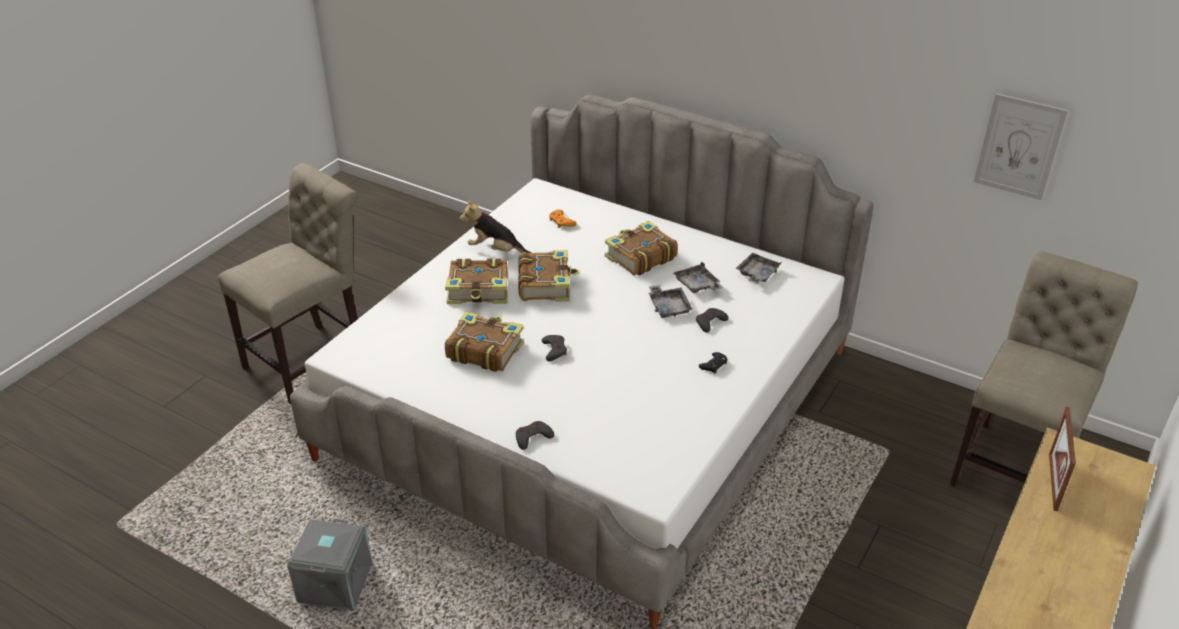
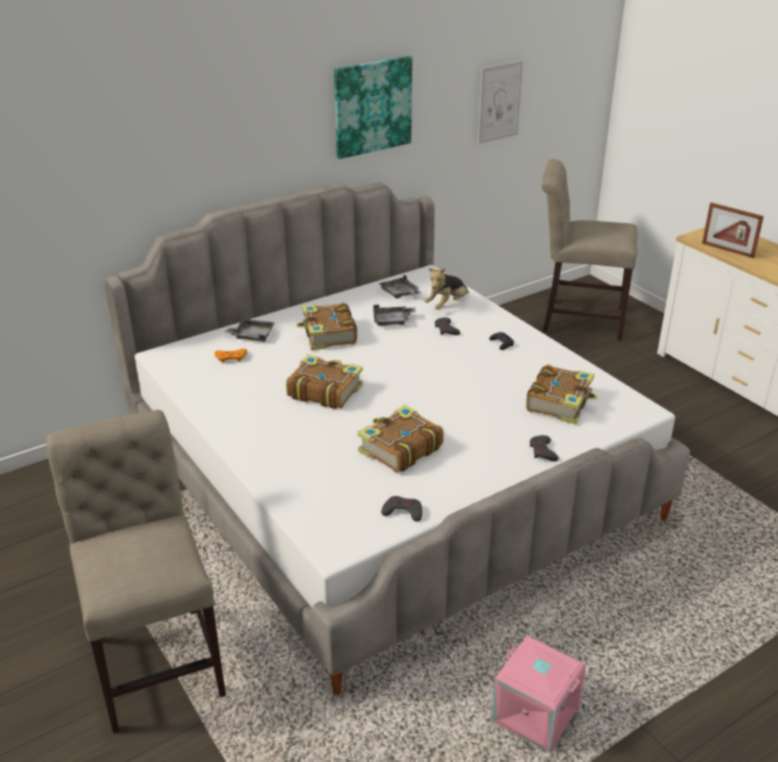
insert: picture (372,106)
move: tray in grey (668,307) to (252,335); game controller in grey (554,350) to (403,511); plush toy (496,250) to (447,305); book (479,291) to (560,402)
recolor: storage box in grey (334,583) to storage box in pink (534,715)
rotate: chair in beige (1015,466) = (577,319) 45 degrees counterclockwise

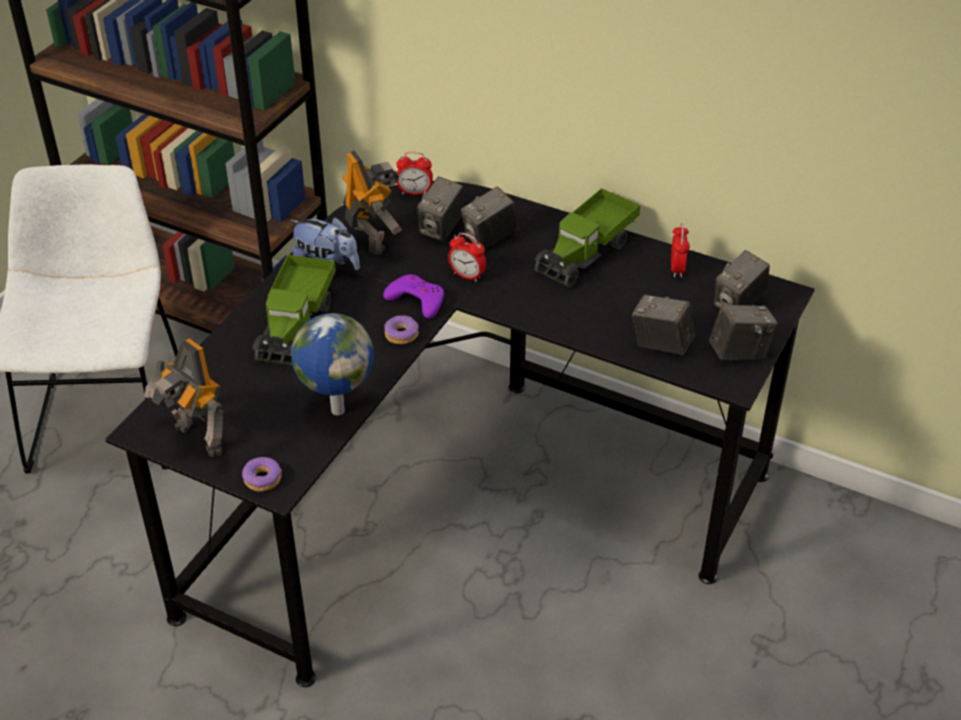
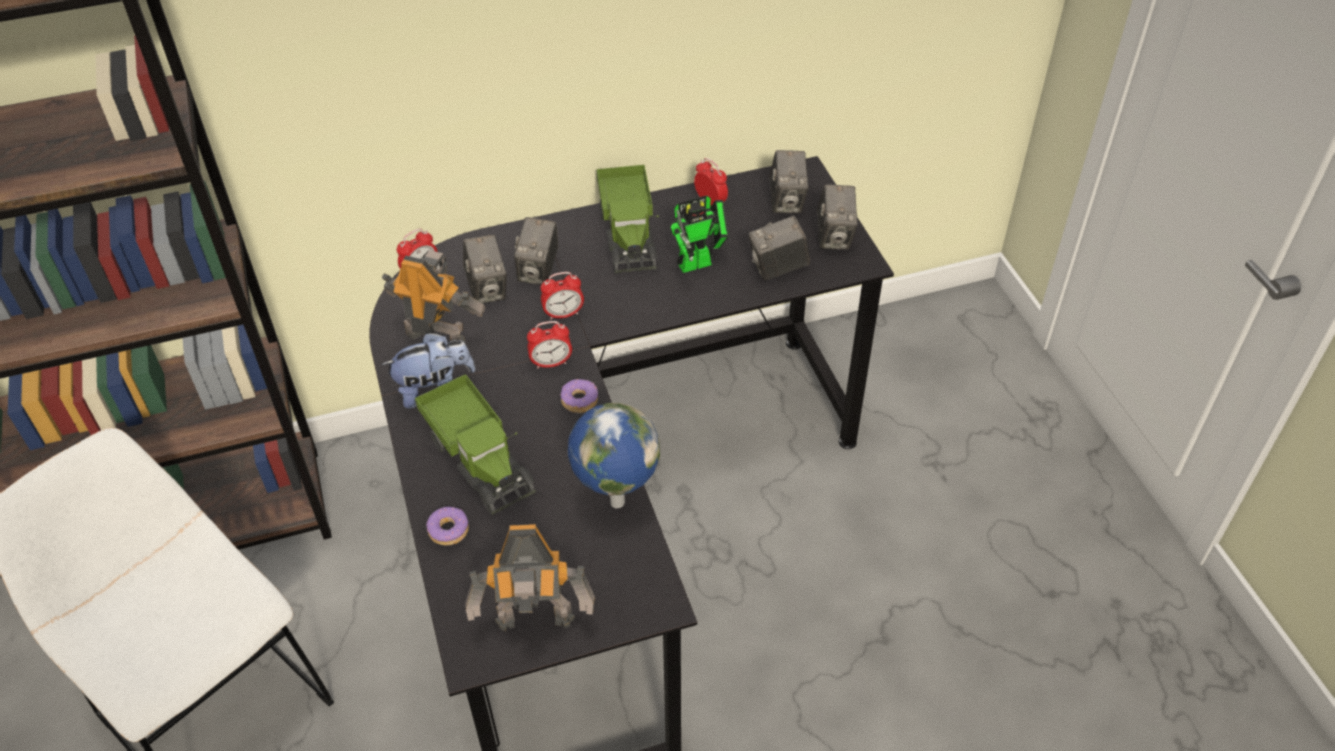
insert: toy robot (699,262)
move: donut (263,479) to (449,530)
replace: game controller in purple (416,300) to alarm clock (551,363)
rotate: photo camera (739,352) = (834,237) 150 degrees clockwise

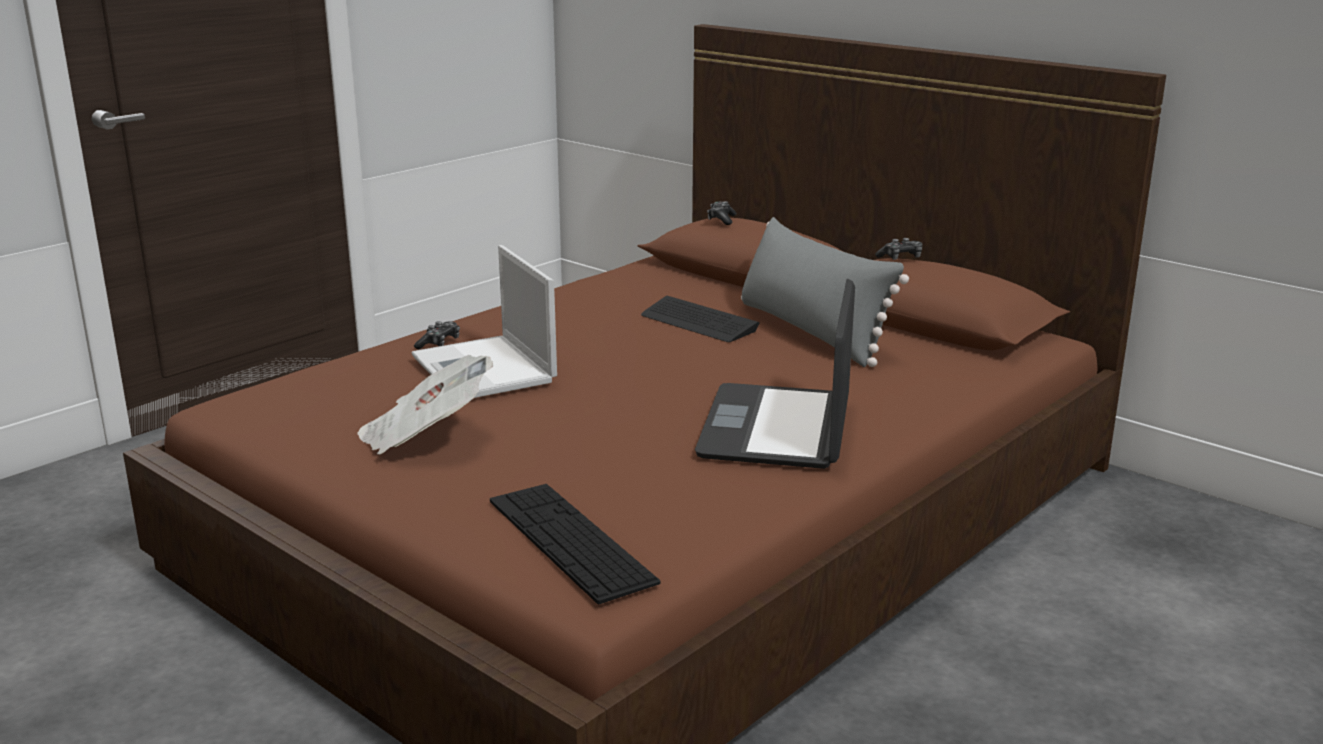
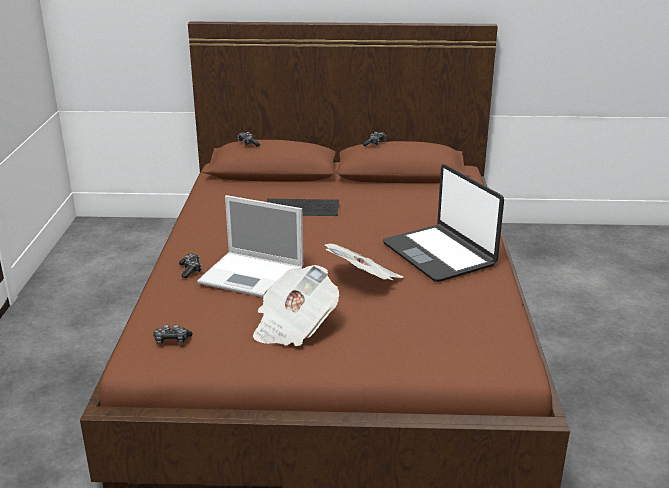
delete: keyboard (570,540); pillow in grey (811,332)
insert: game controller (172,340); newspaper (364,281)

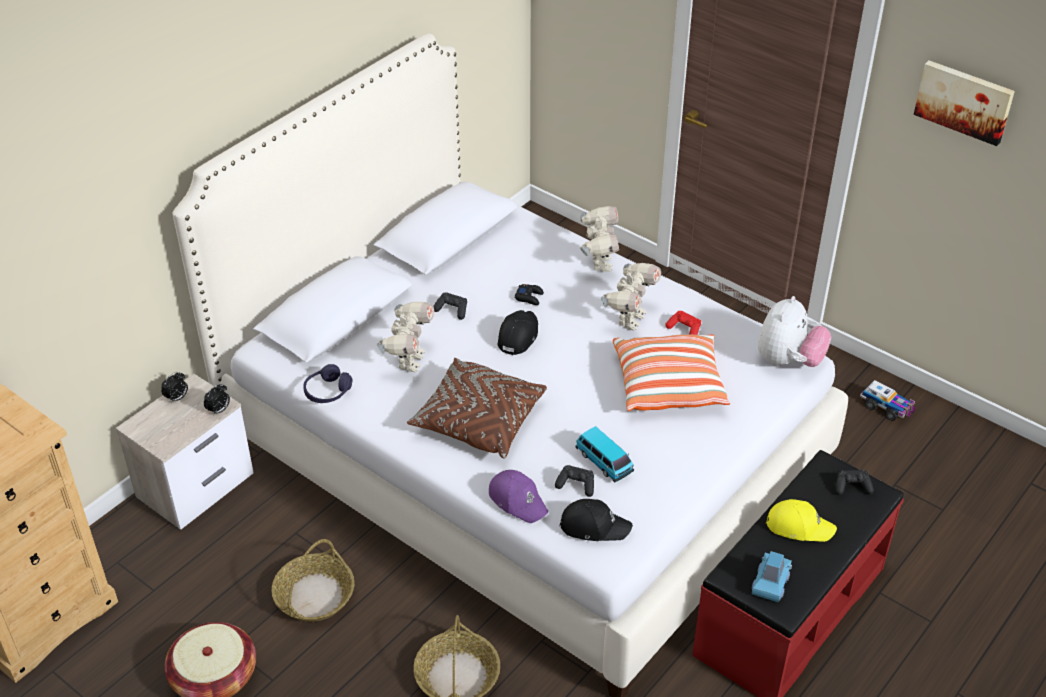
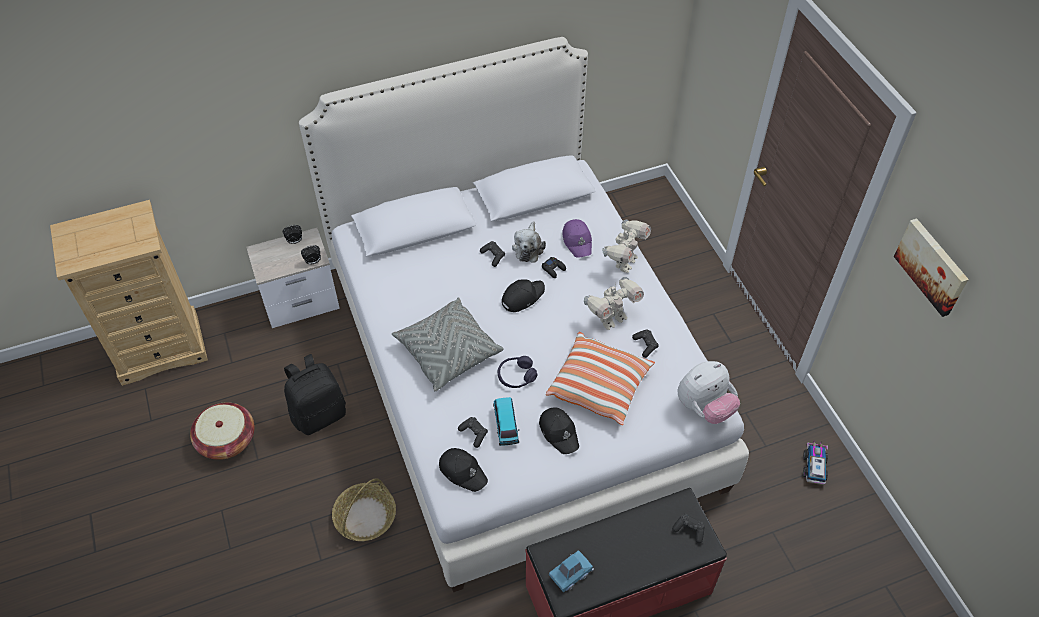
delete: toy robot (409,361); cap in yellow (799,526)
insert: plush toy (528,247); cap in black (559,432)
move: headphones in purple (327,392) to (516,376); cap in purple (518,500) to (577,241)
replace: basket (314,595) to backpack in black (319,414)
recolor: pillow in brown (478,420) to pillow in grey (447,351); game controller in red (684,329) to game controller in black (645,345)
rotate: toy truck (886,408) = (814,466) 150 degrees counterclockwise

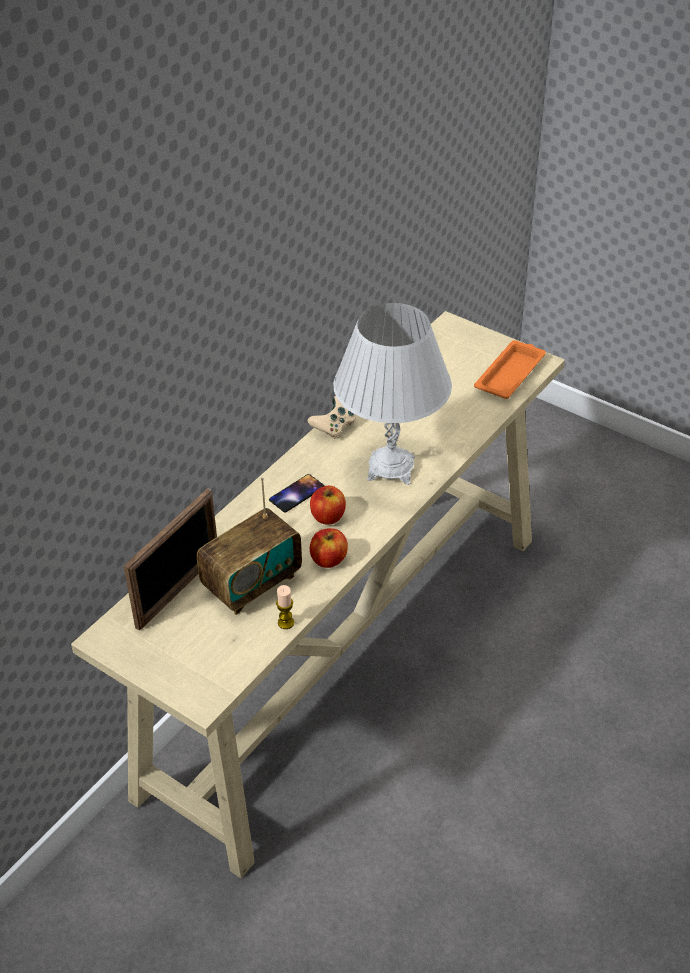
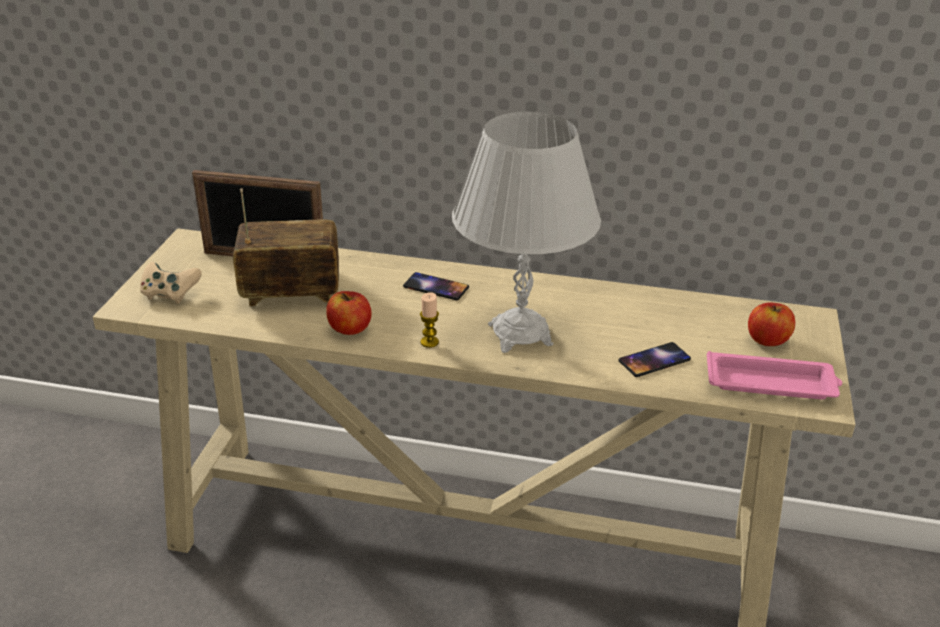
insert: phone (654,360)
move: game controller in beige (333,427) to (170,294); candle (286,623) to (429,342); apple (328,516) to (767,340)
recolor: tray in orange (510,374) to tray in pink (772,383)
rotate: radio (252,584) = (291,293) 150 degrees clockwise

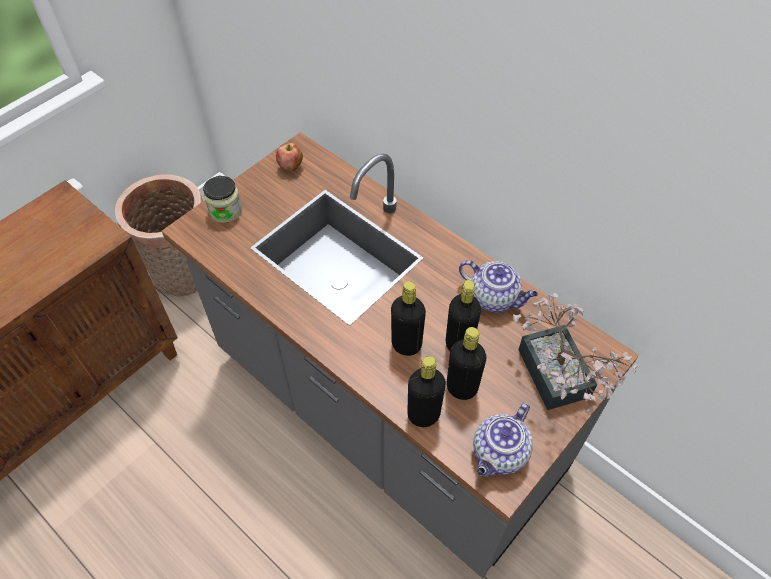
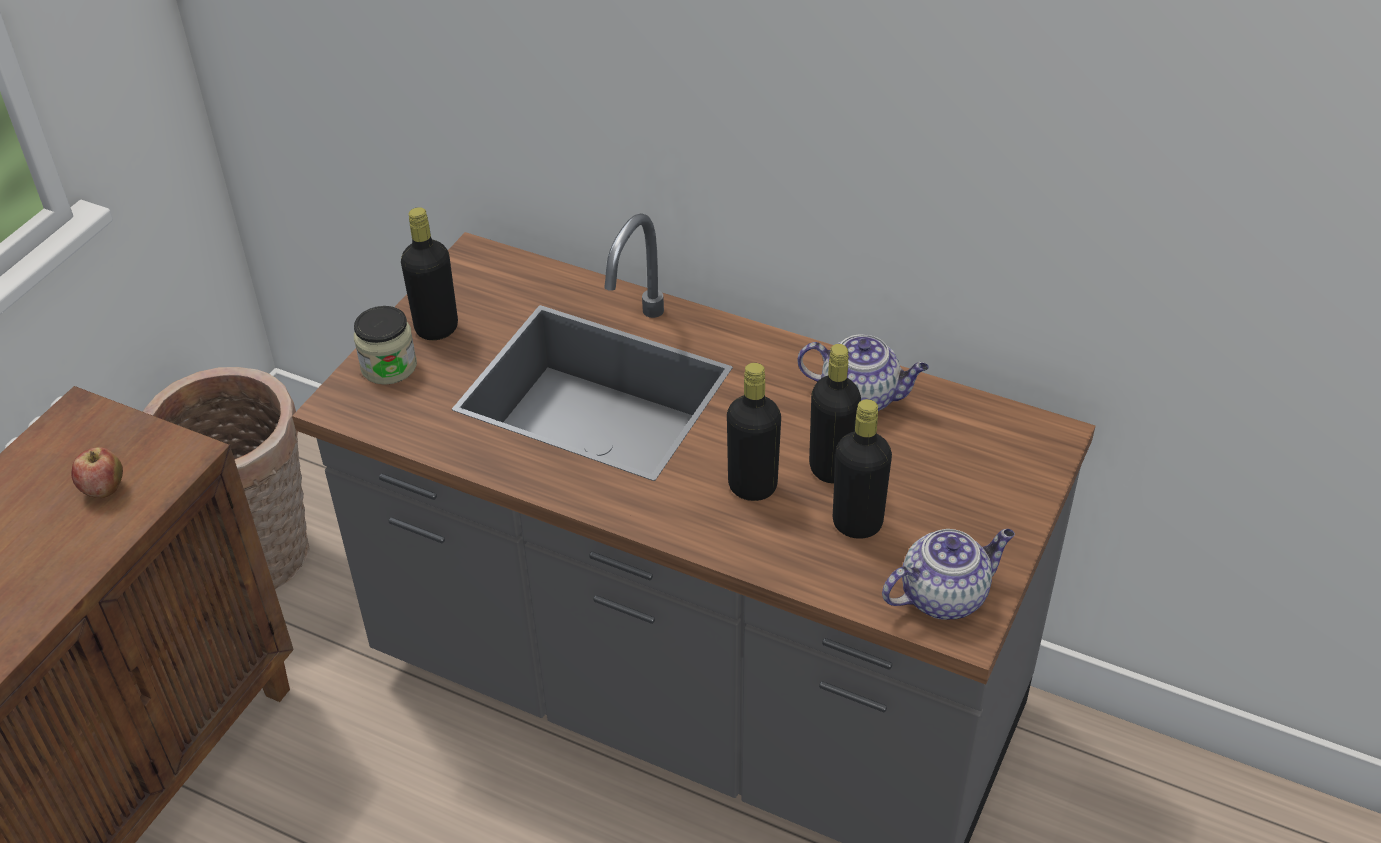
delete: potted plant (557,382)
move: apple (290,167) to (104,490); bottle in black (423,414) to (436,328)
rotate: teapot (499,454) = (944,595) 135 degrees counterclockwise

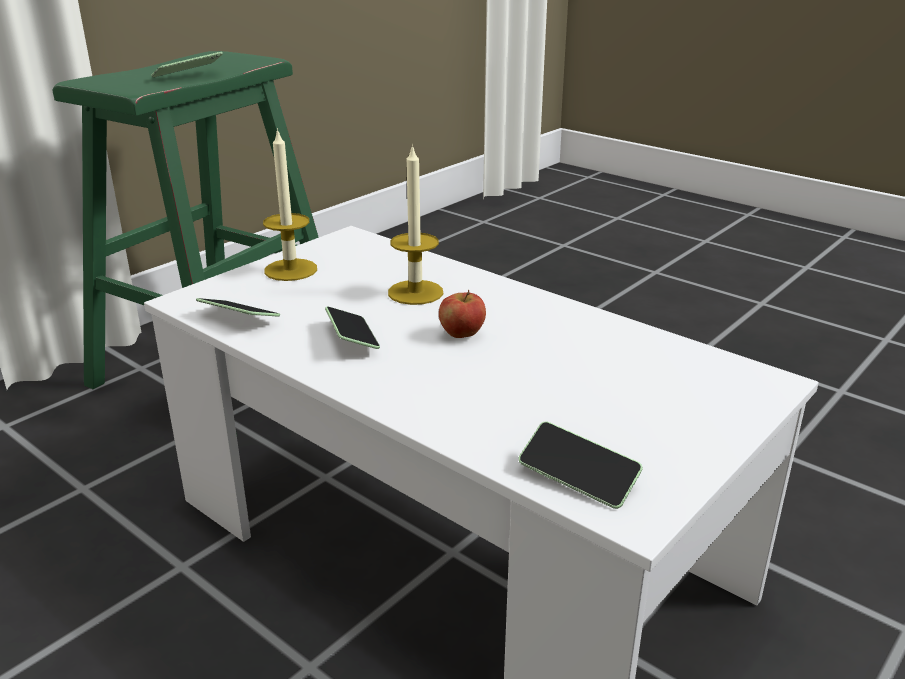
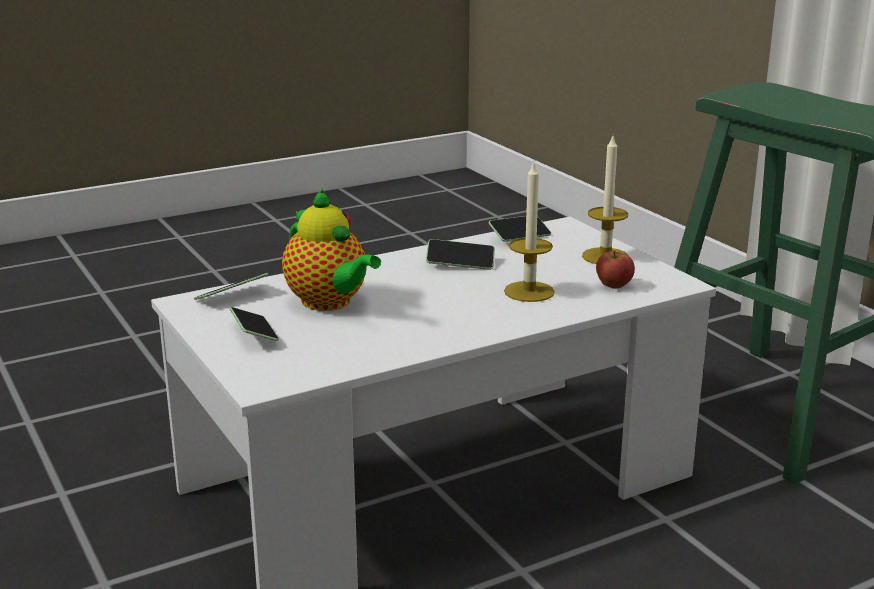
insert: teapot (329,303)
move: phone (188,75) to (254,334); apple (462,334) to (614,285)

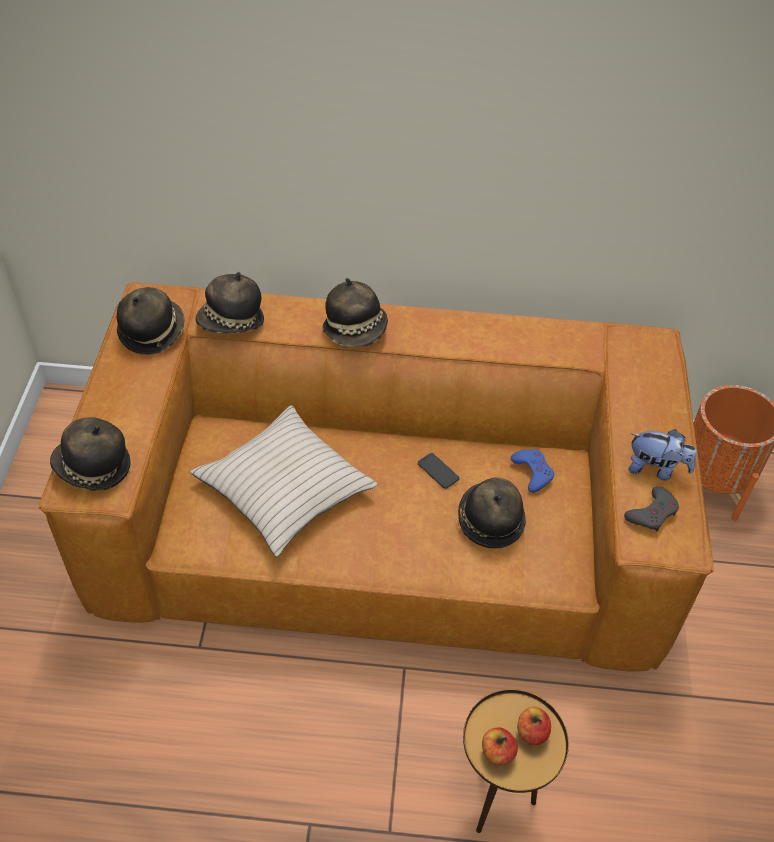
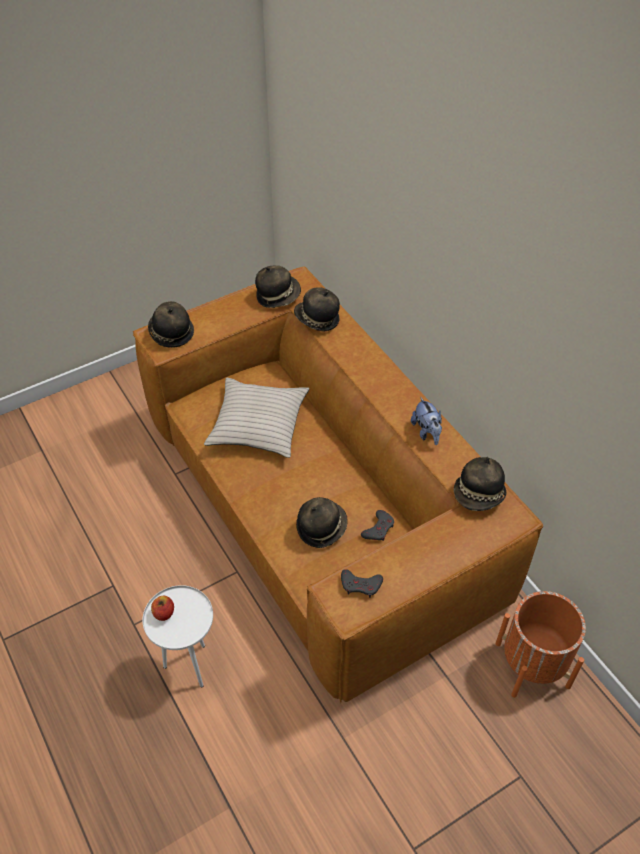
delete: phone (438,471); apple (532,732)
move: plush toy (656,469) to (427,432); hat (356,330) to (479,495)
recolor: side table in brown (497,799) to side table in white (190,666); game controller in blue (532,472) to game controller in grey (378,528)

